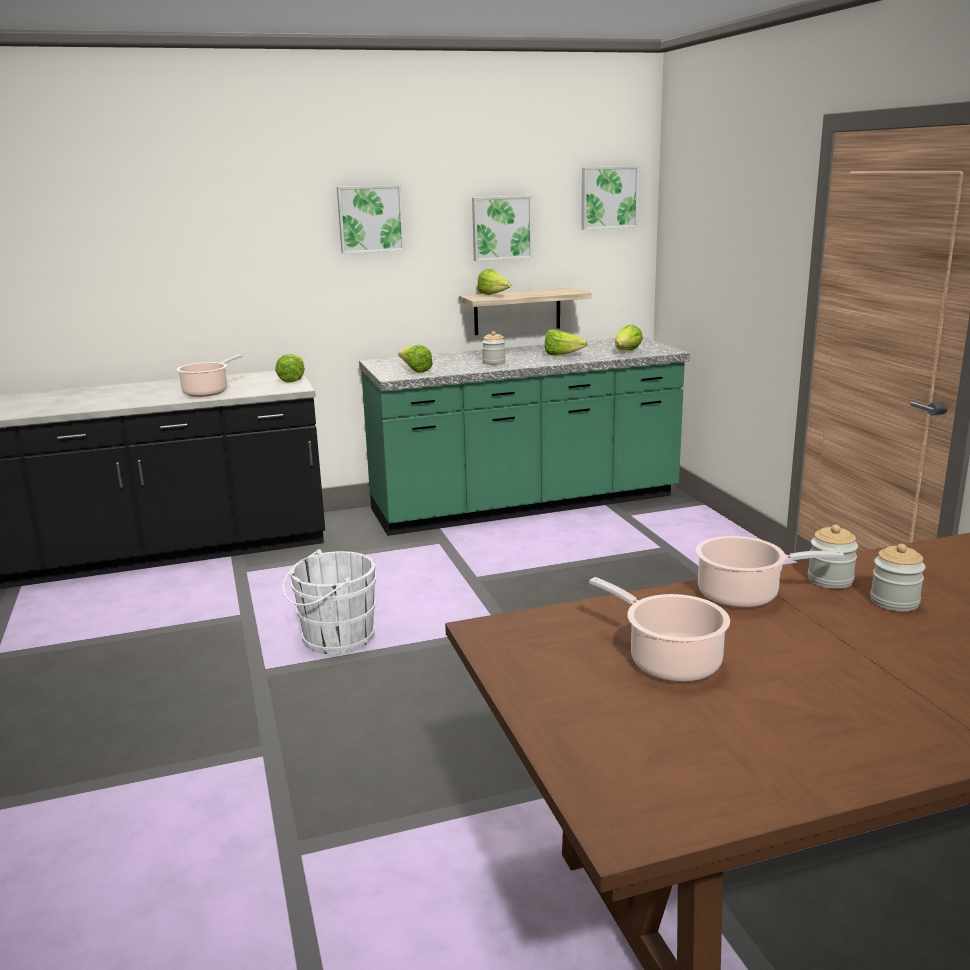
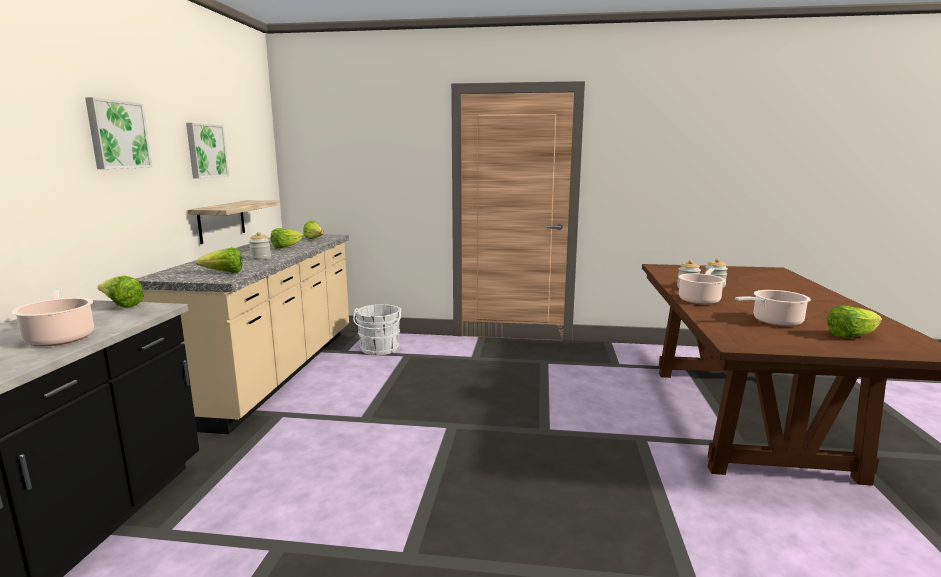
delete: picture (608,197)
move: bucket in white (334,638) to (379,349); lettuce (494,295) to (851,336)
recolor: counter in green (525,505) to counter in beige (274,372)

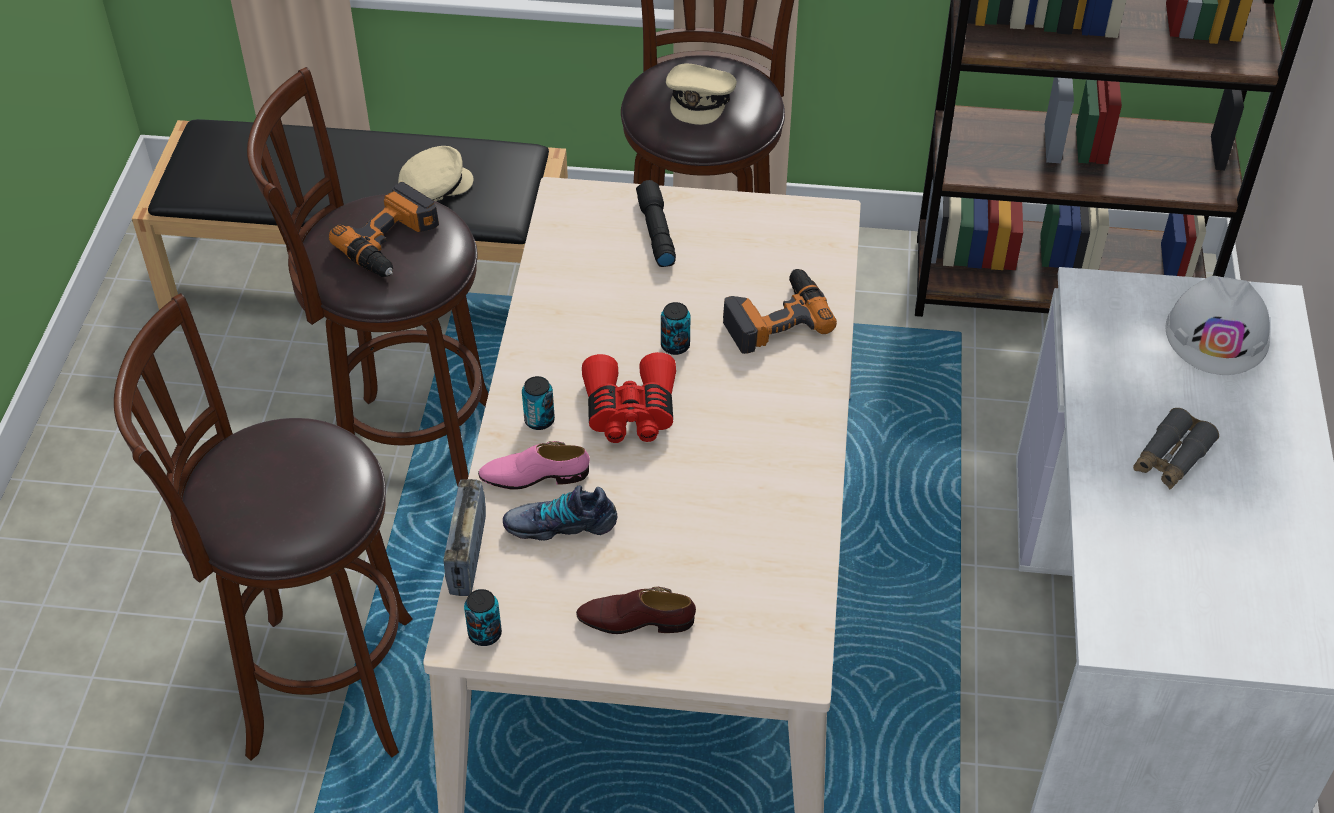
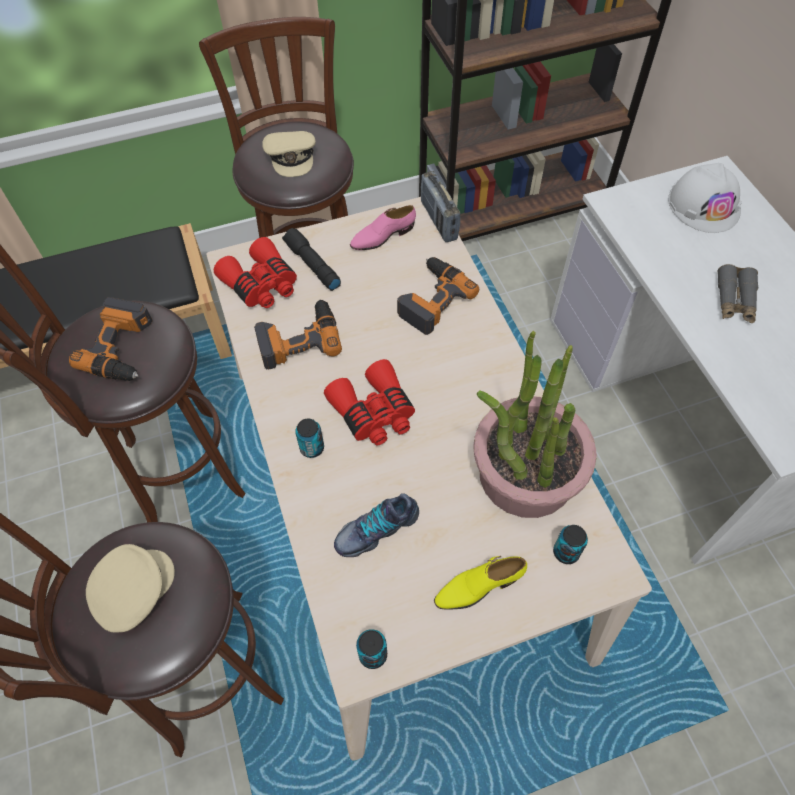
insert: binoculars in red (261,284); power drill (298,338); potted plant (525,474)
move: cap in beige (434,186) to (132,590); shoe in pink (534,476) to (382,236); radio (467,556) to (438,221); can (675,346) to (566,552)
recolor: shoe in brown (636,620) to shoe in yellow (478,586)

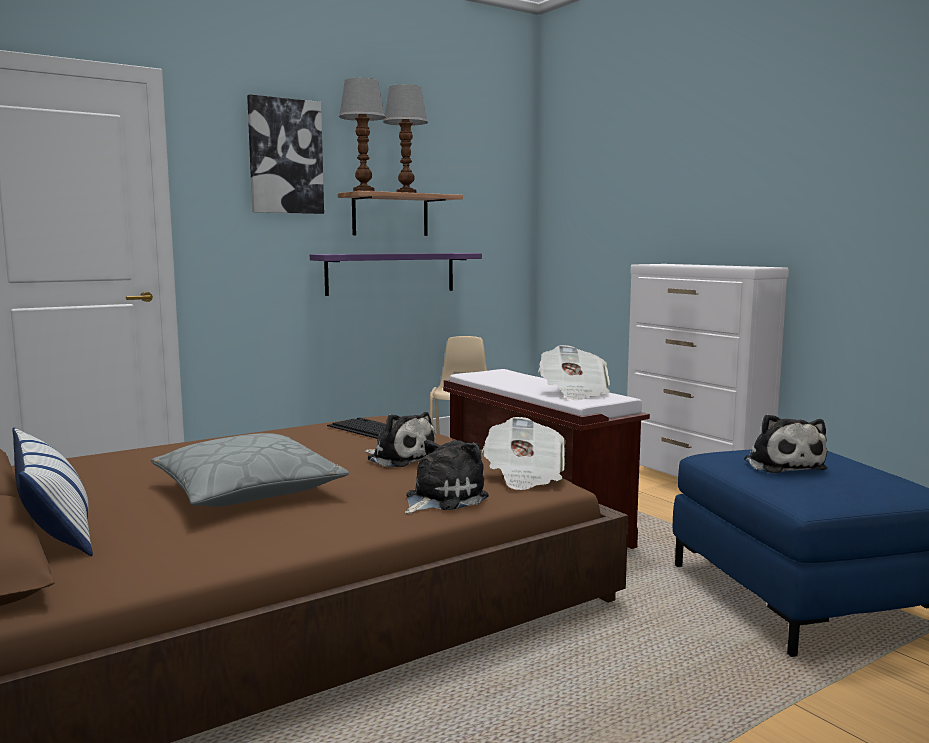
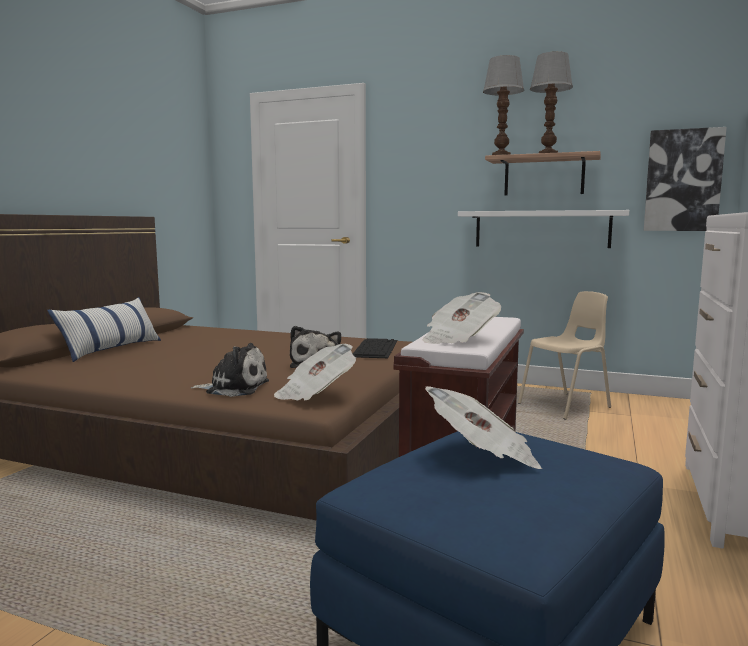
delete: pillow in grey (247,490)
move: picture (285,156) to (683,180)
replace: plush toy (782,465) to newspaper (483,456)
recolor: shelf in purple (391,273) to shelf in white (541,229)

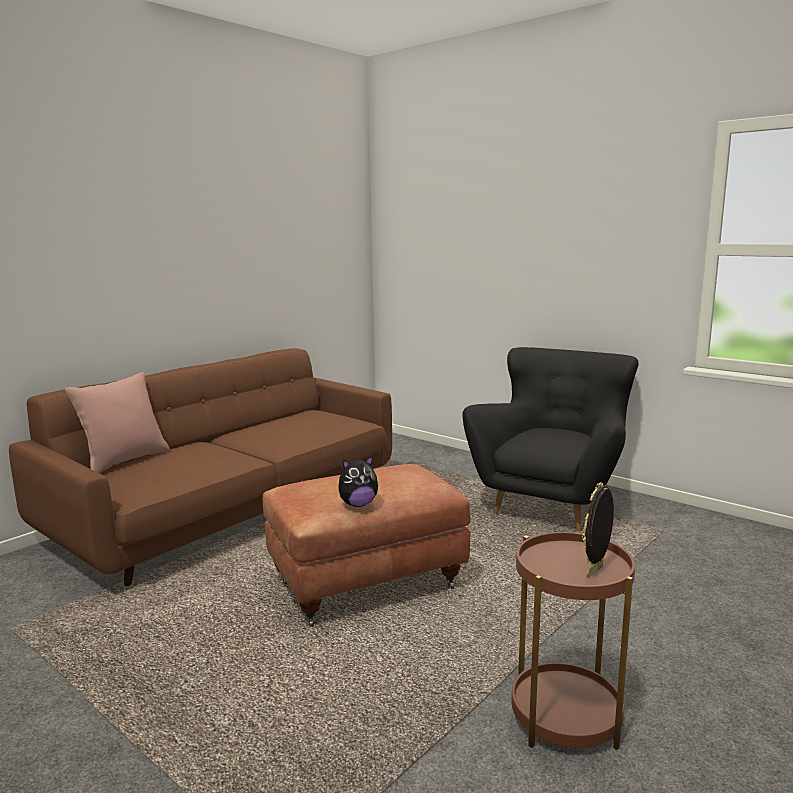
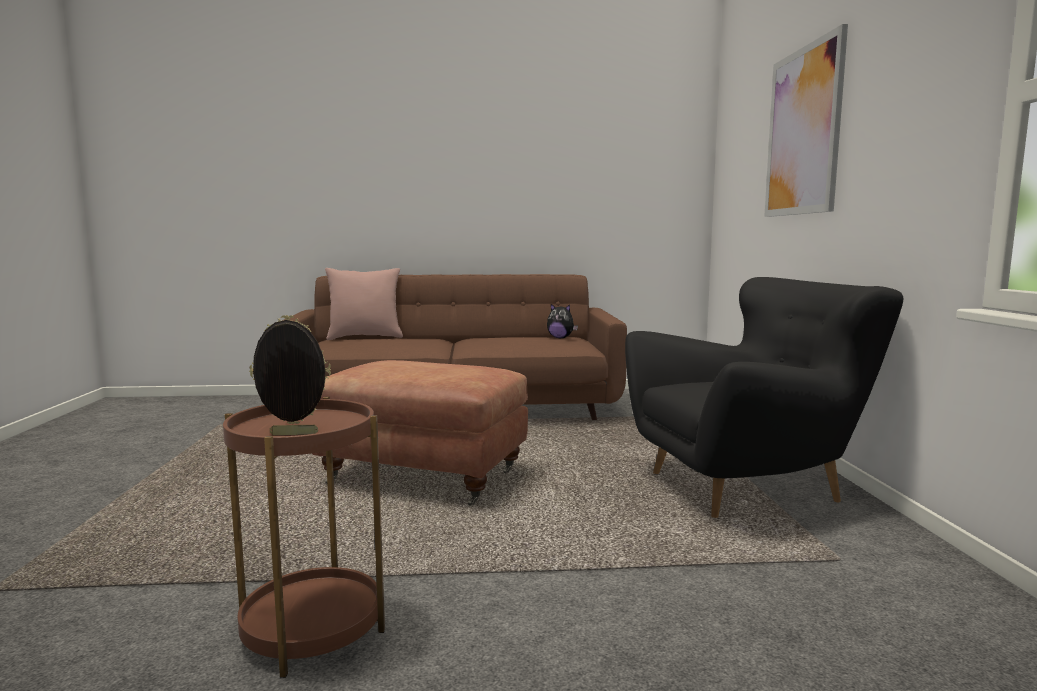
insert: picture (803,132)
move: plush toy (358,504) to (560,338)

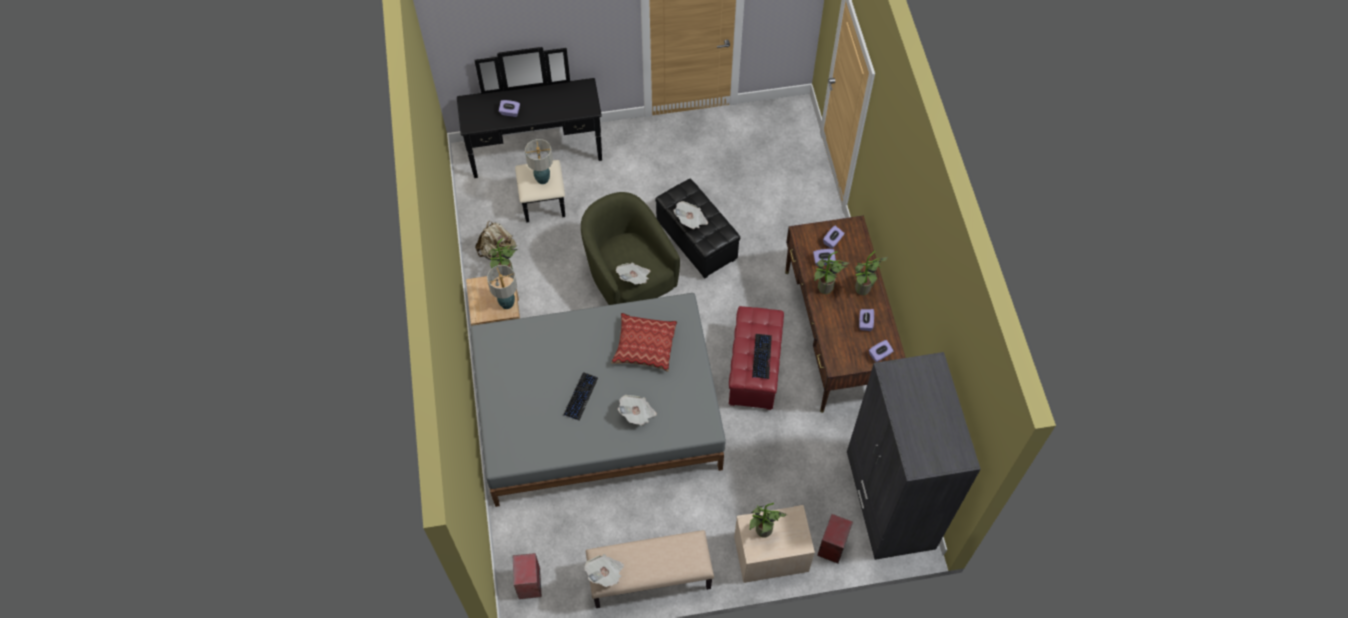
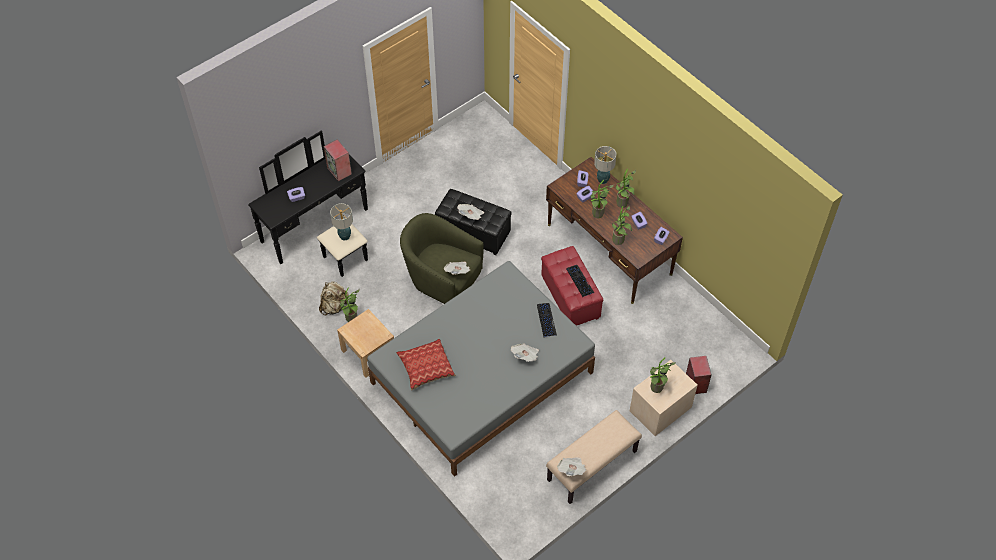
delete: wardrobe in grey (889,501)
insert: potted plant (619,241)
move: speaker (530,584) to (340,171); pillow (644,346) to (425,367); keyboard (580,396) to (546,320); table lamp (507,304) to (603,180)

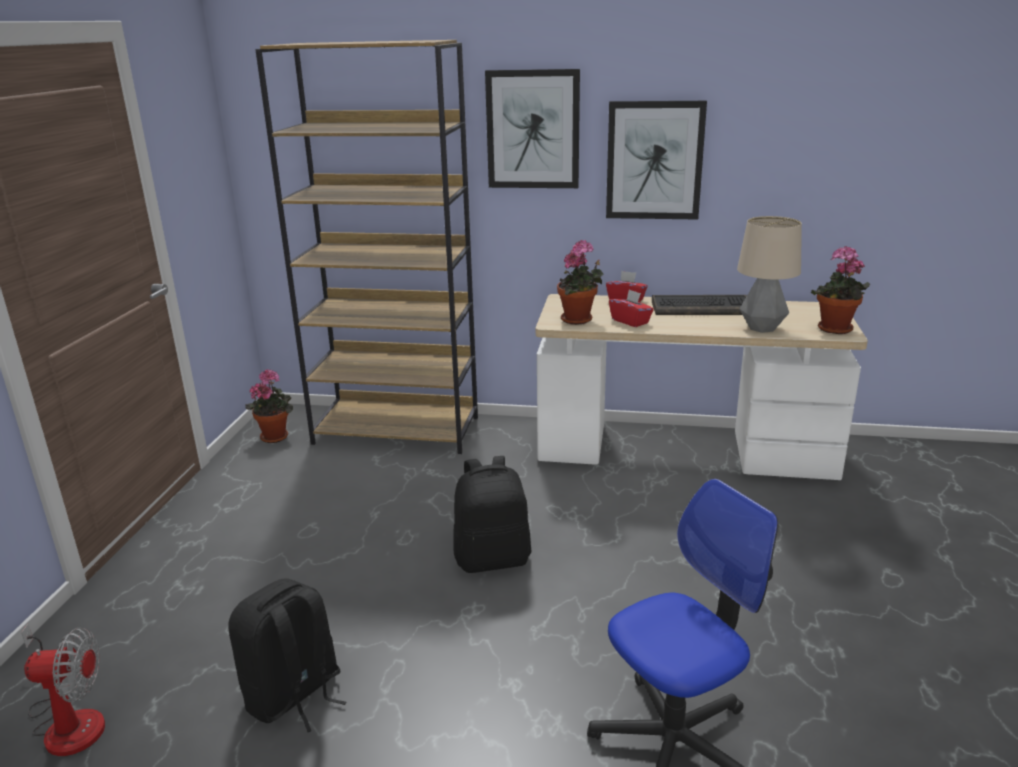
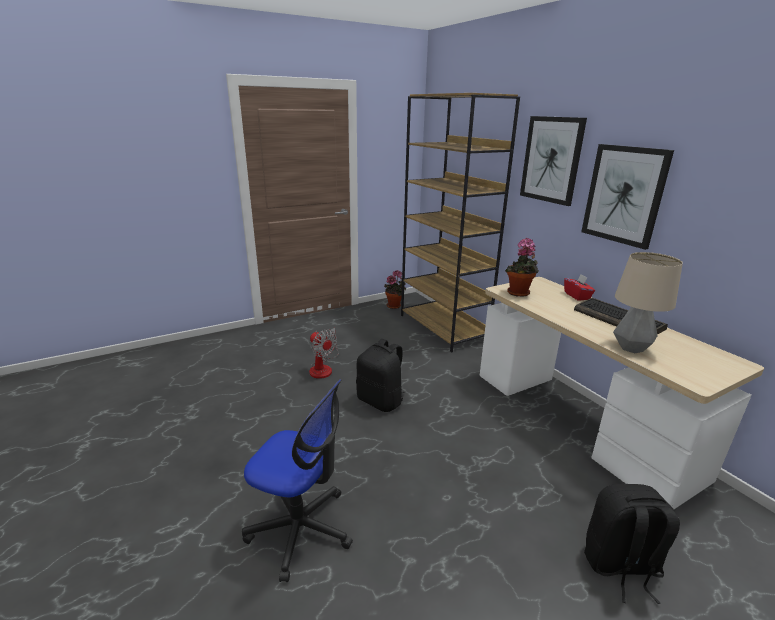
delete: tissue box in red (630,321); potted plant (834,330)
move: fan (69,720) to (323,367); backpack in black (294,695) to (620,566)

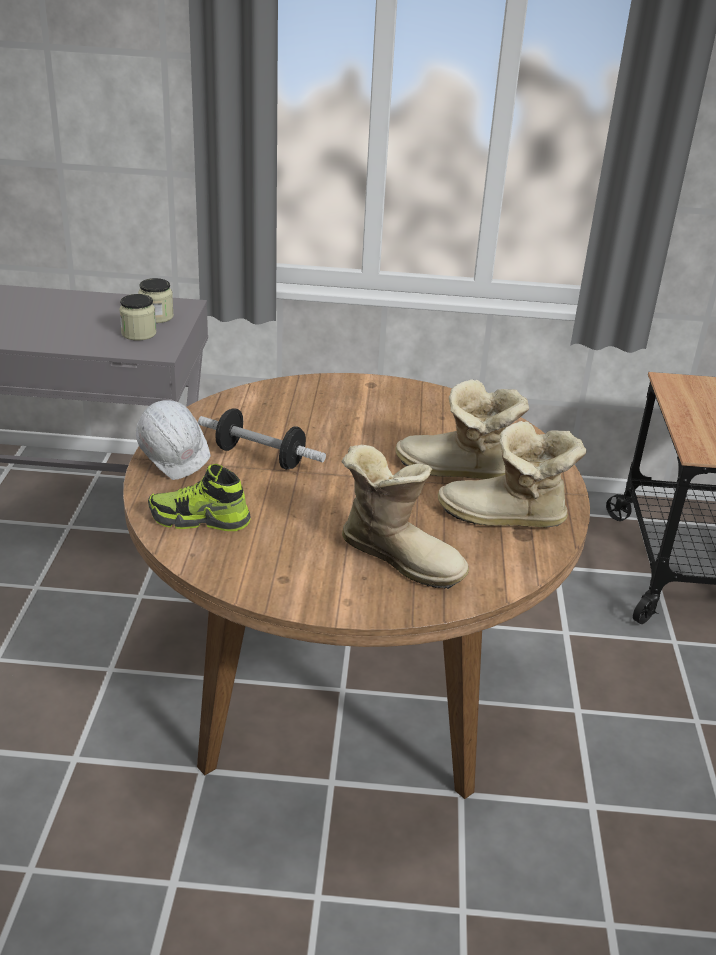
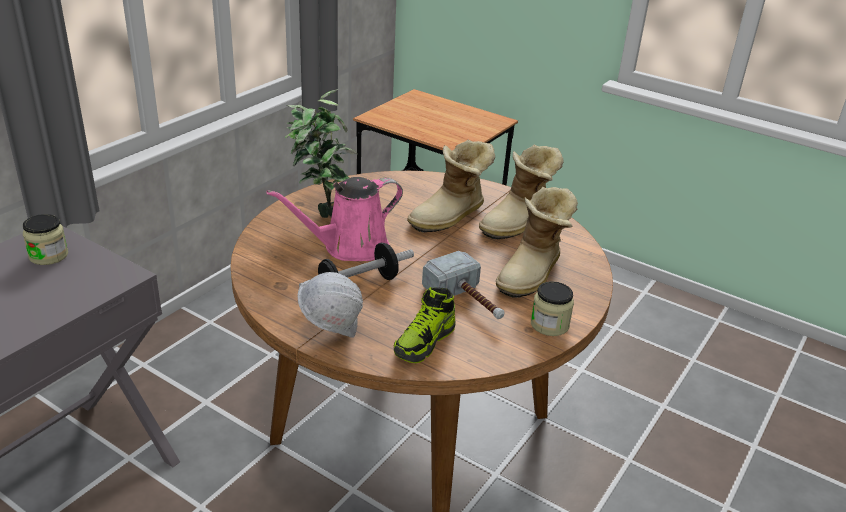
insert: watering can in pink (350,247); potted plant (321,210); hammer (468,302)
move: jar (139,333) to (549,325)
rotate: boot (400,556) = (533,274) 150 degrees clockwise

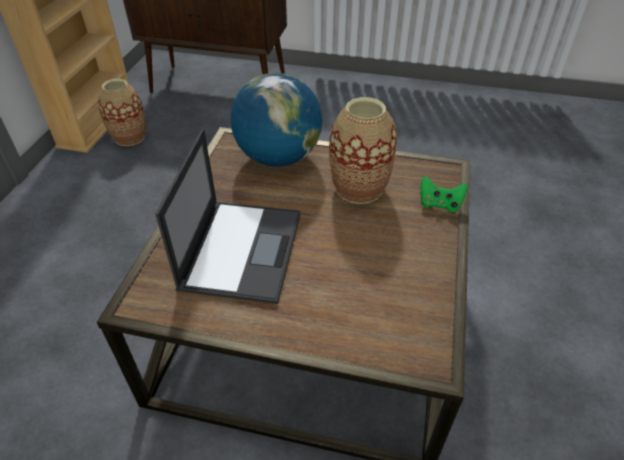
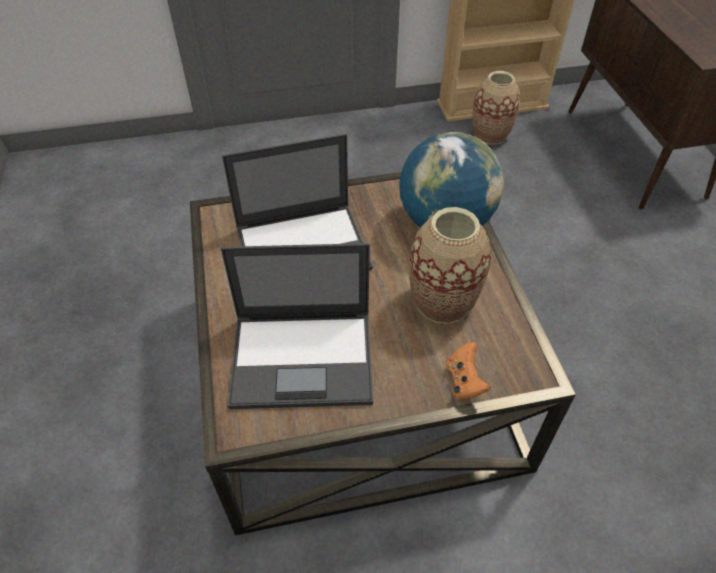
insert: laptop (304,358)
recolor: game controller in green (439,204) to game controller in orange (464,381)

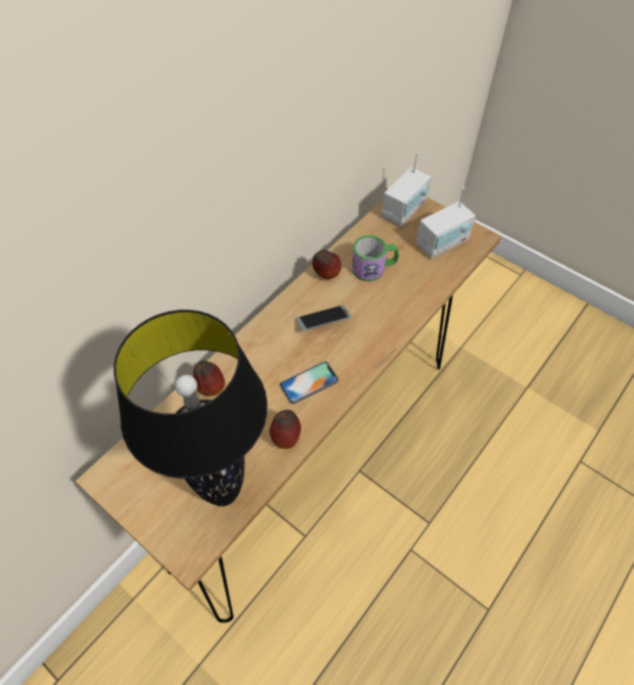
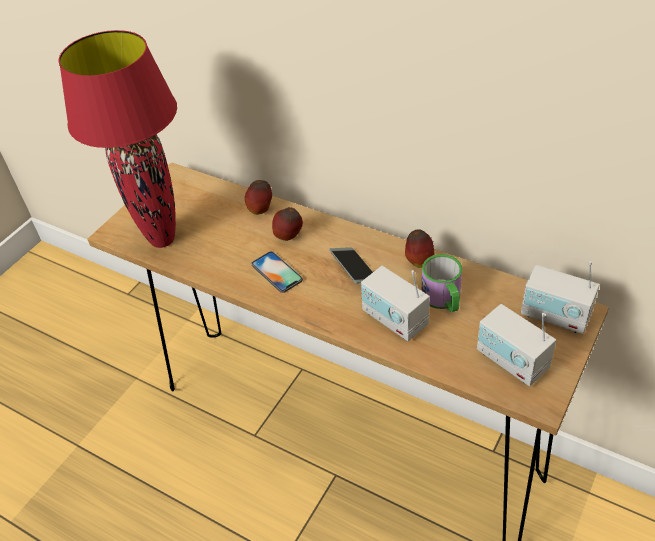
insert: radio (394,319)
move: apple (286,437) to (289,237)
recolor: table lamp in black (224,491) to table lamp in red (163,240)

